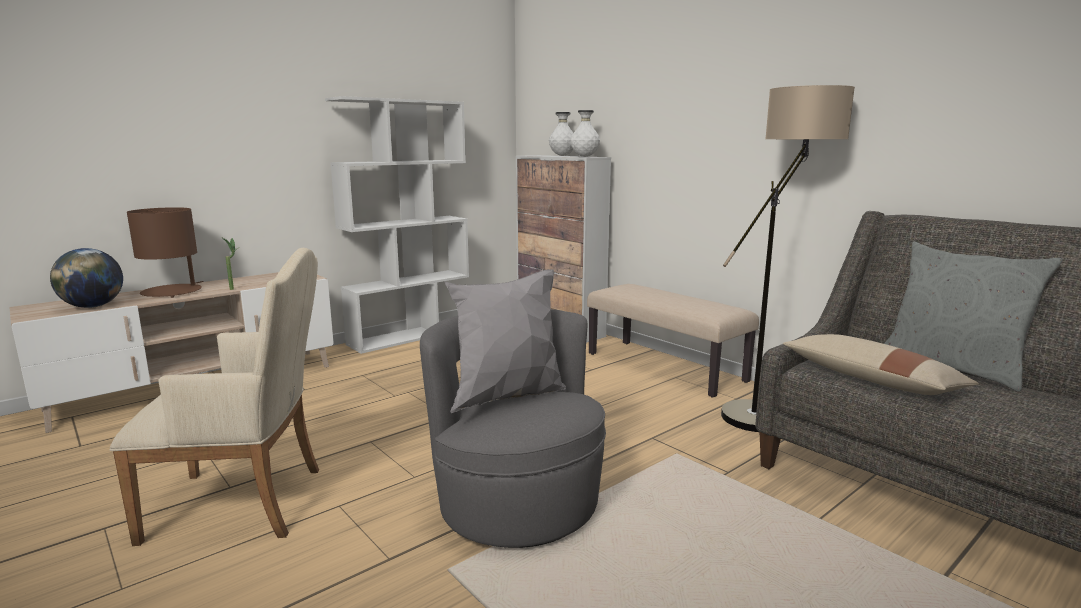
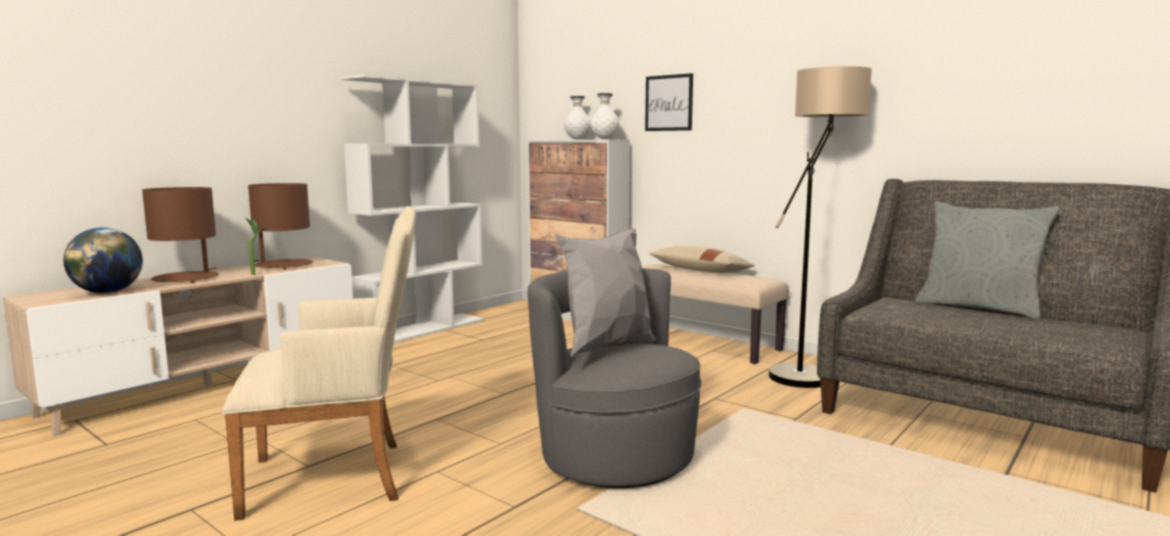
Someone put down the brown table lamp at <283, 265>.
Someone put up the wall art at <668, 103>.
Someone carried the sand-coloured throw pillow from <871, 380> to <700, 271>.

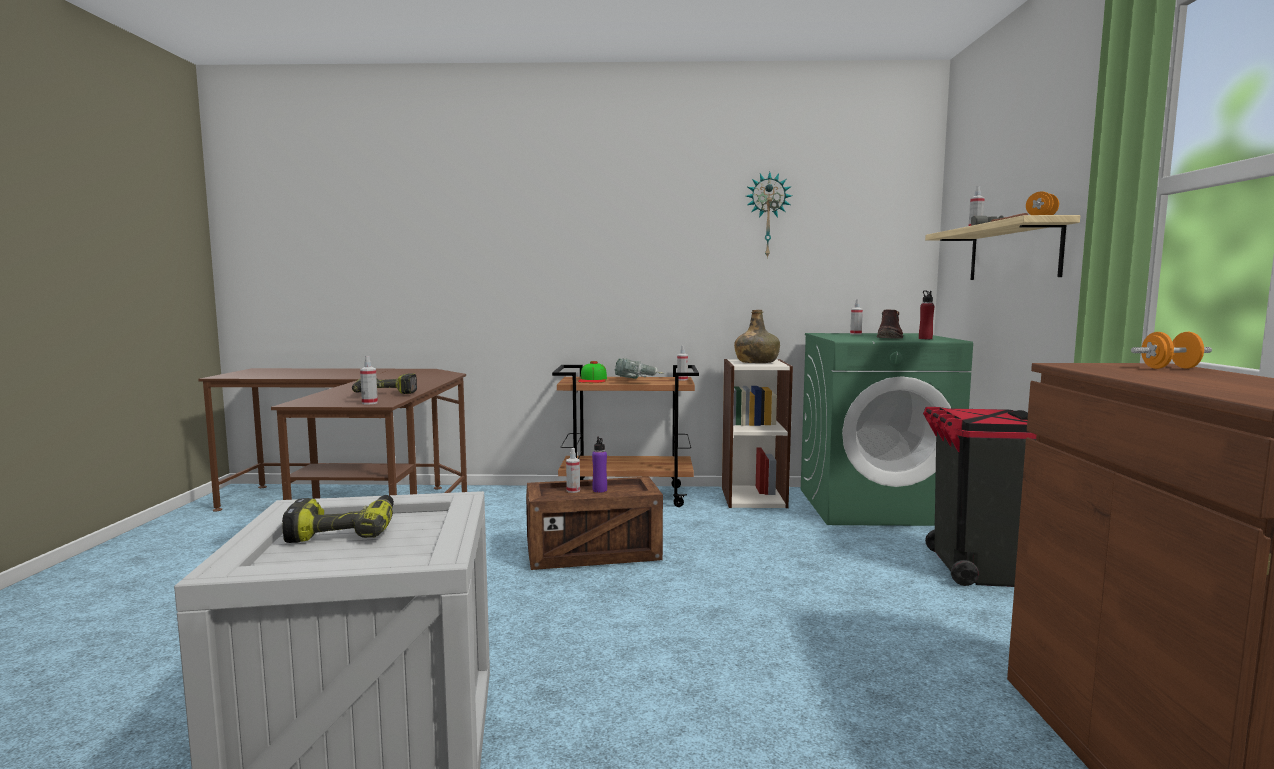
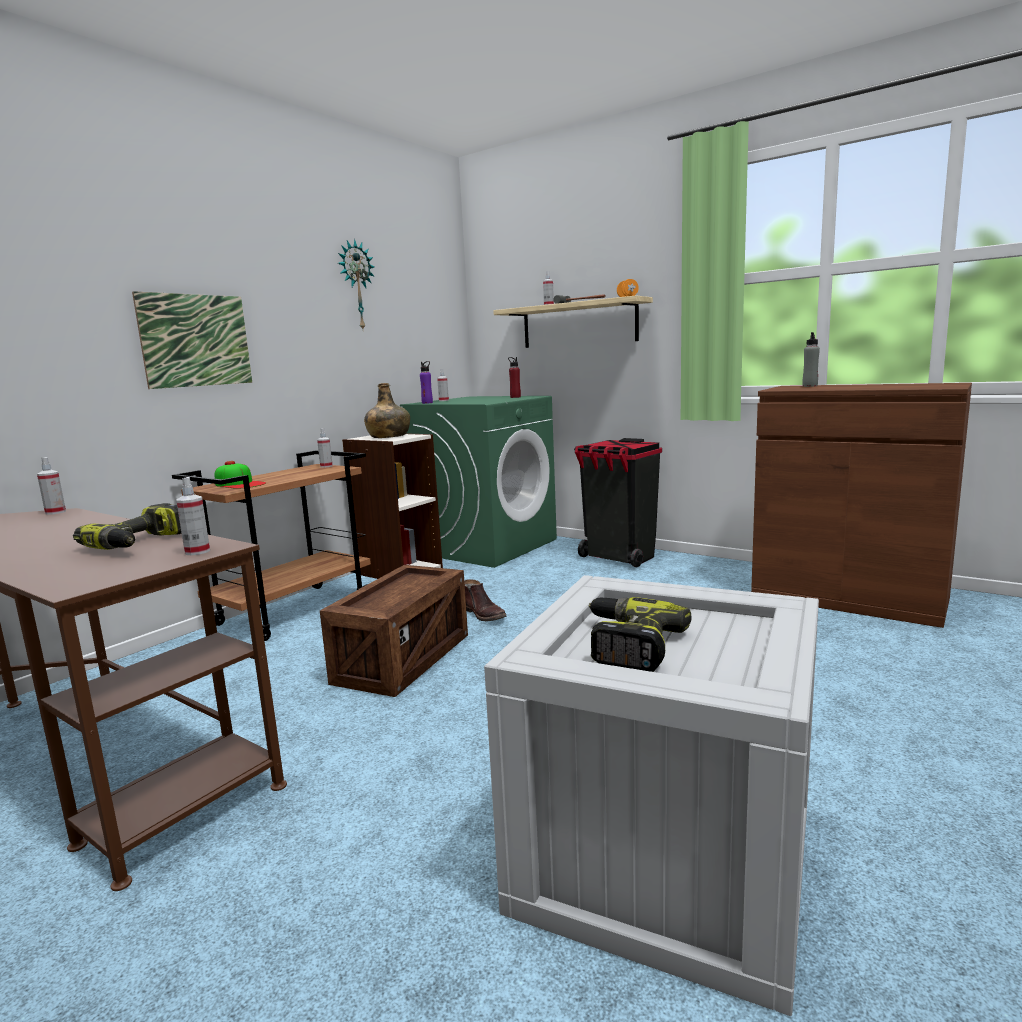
Someone took away the drill at <637, 381>.
Someone put up the wall art at <196, 340>.
Someone carried the spray bottle from <573, 490> to <55, 512>.
Someone carried the purplish drink bottle from <599, 490> to <427, 403>.
Someone carried the brown tall boot from <890, 337> to <484, 614>.
Someone swapped the orange-coloured hand weight at <1170, 368> for the grey drink bottle at <810, 386>.

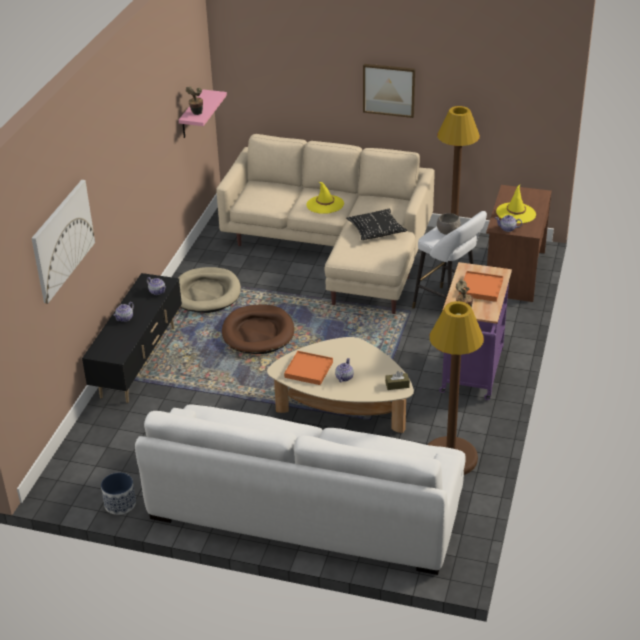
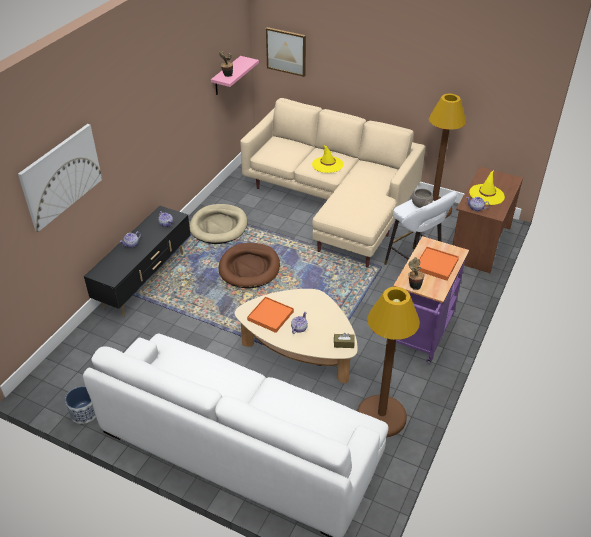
Someone took away the black-coloured throw pillow at <376, 230>.
Someone carried the wall art from <389, 90> to <286, 51>.

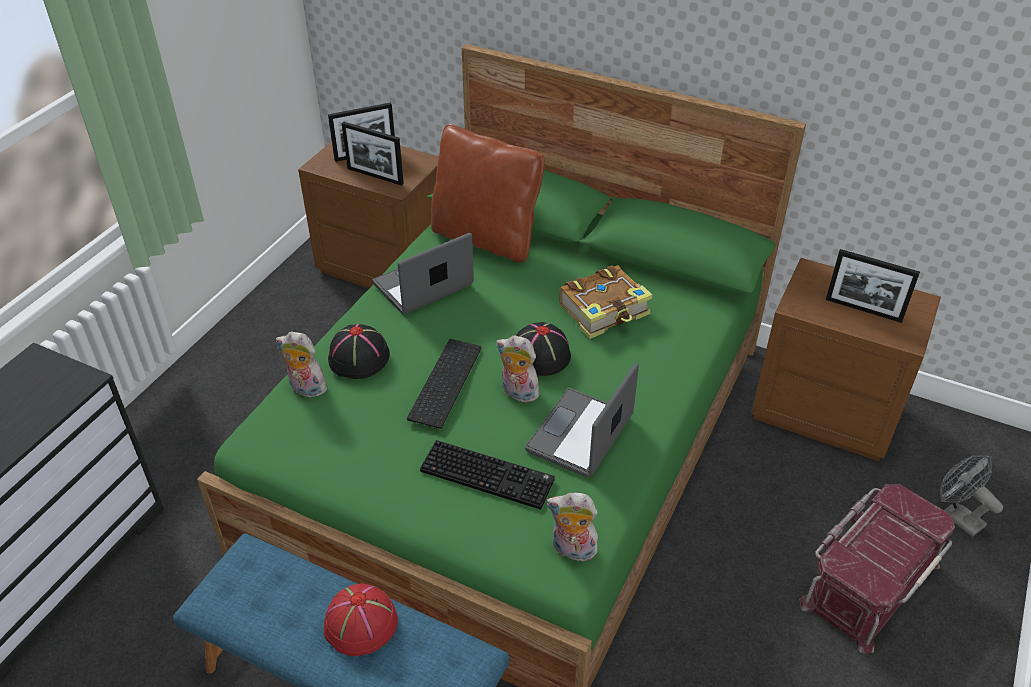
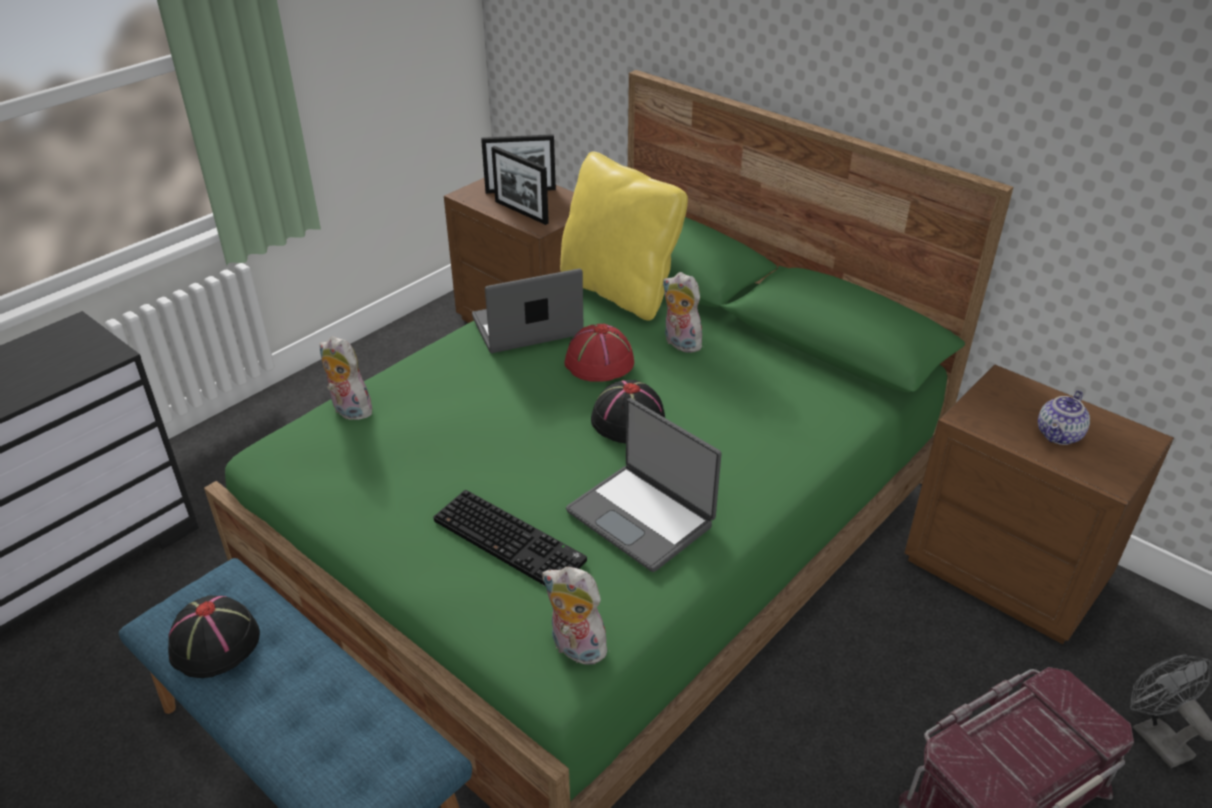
Someone took away the keyboard at <443, 381>.
Someone took away the volume at <605, 311>.
Someone carried the red clothing hat from <360, 624> to <599, 362>.
Someone carried the black-coloured clothing hat from <358, 358> to <214, 644>.
Someone carried the cuddly toy from <517, 393> to <679, 343>.
Someone swapped the picture frame at <863, 309> for the teapot at <1059, 435>.
Someone repainted the brown throw pillow at <486, 238>, which became the yellowish throw pillow at <619, 291>.
Someone rotated the laptop at <581, 435> by 90 degrees counterclockwise.

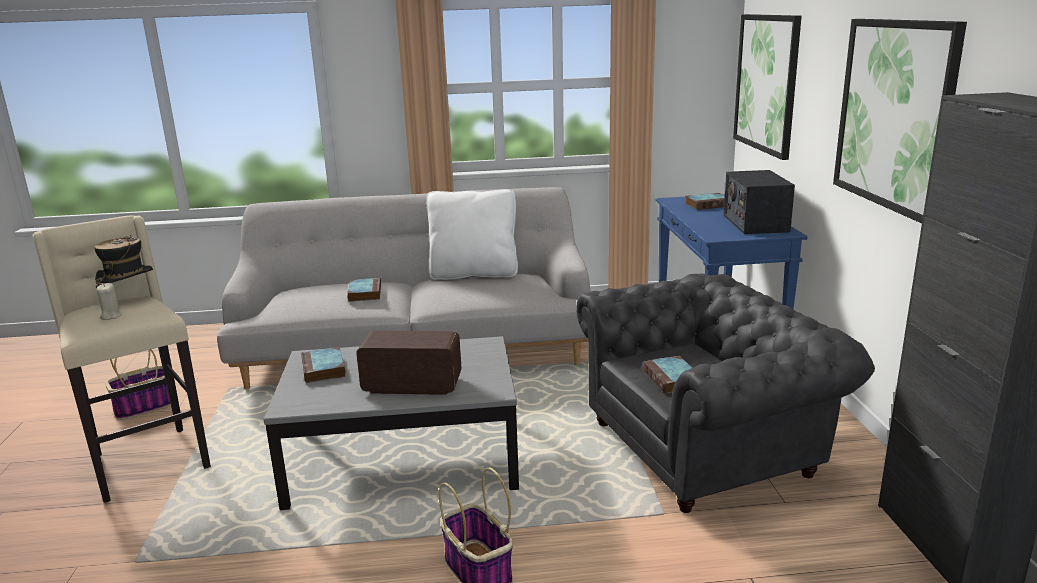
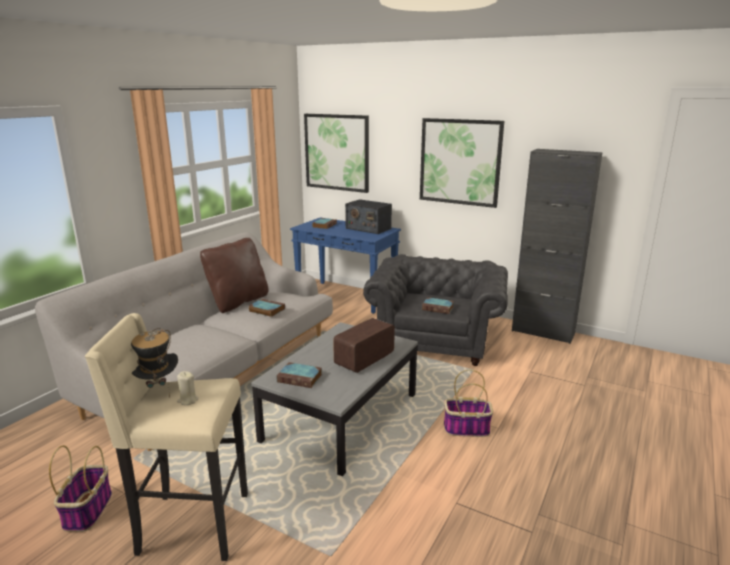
Someone carried the volume from <364, 293> to <266, 310>.
Someone repainted the whitish throw pillow at <474, 274>, which became the brown throw pillow at <238, 302>.

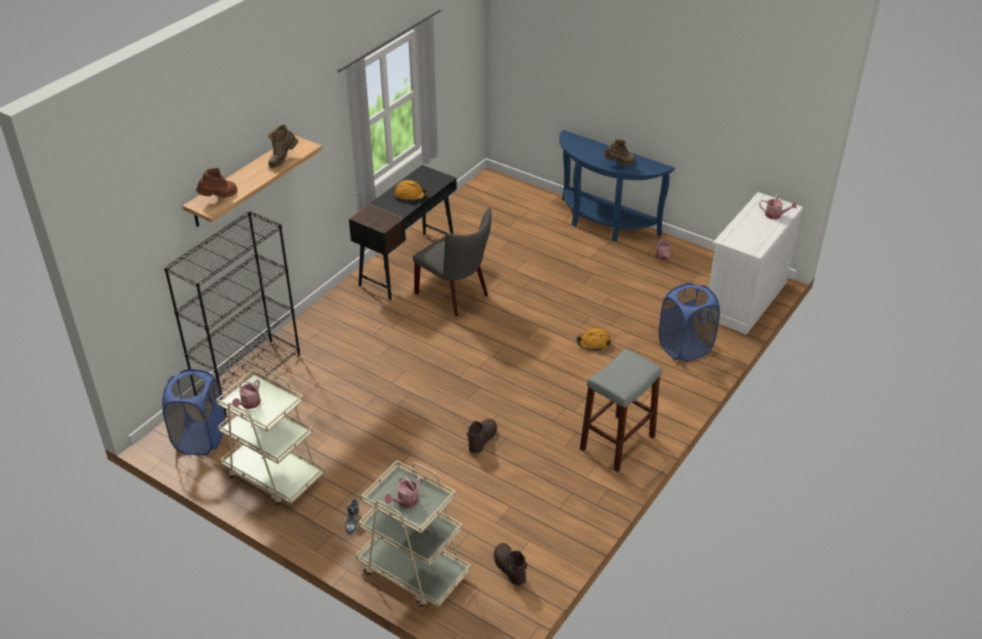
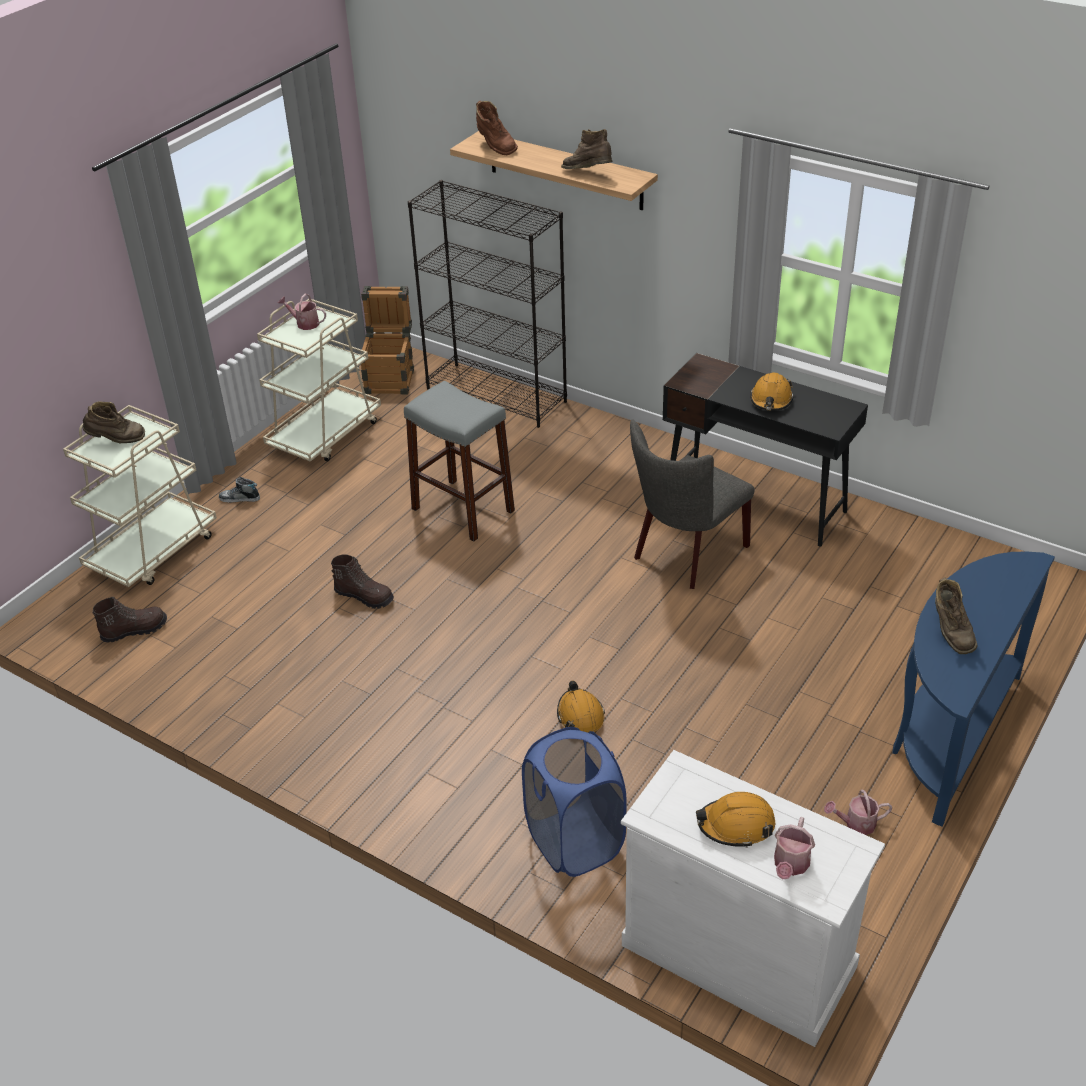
Someone put down the orange-coloured hard hat at <736, 825>.
Someone carried the grey stool seat from <617, 443> to <462, 510>.
Someone swapped the blue laundry basket at <200, 438> for the packing crate at <391, 377>.
Someone swapped the watering can at <405, 501> for the brown tall boot at <117, 441>.

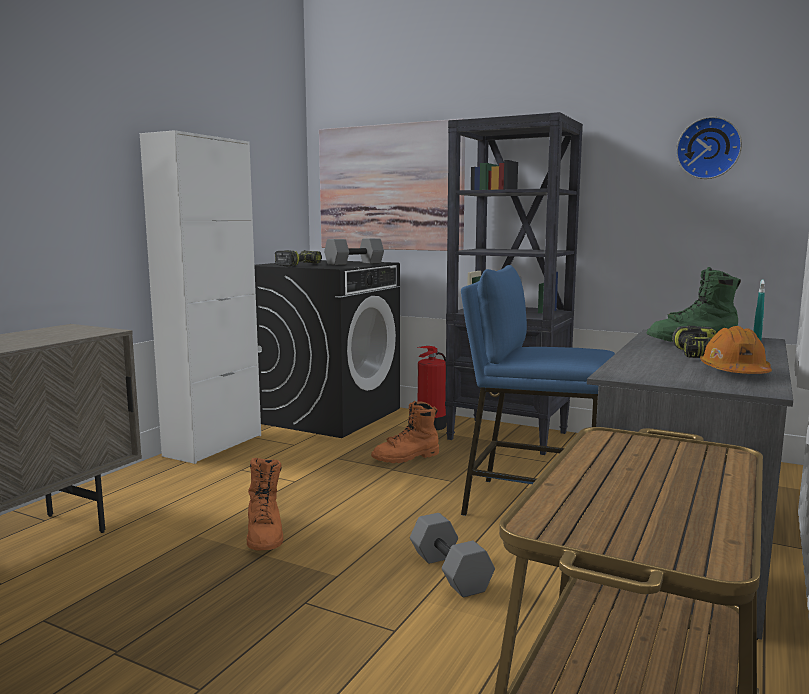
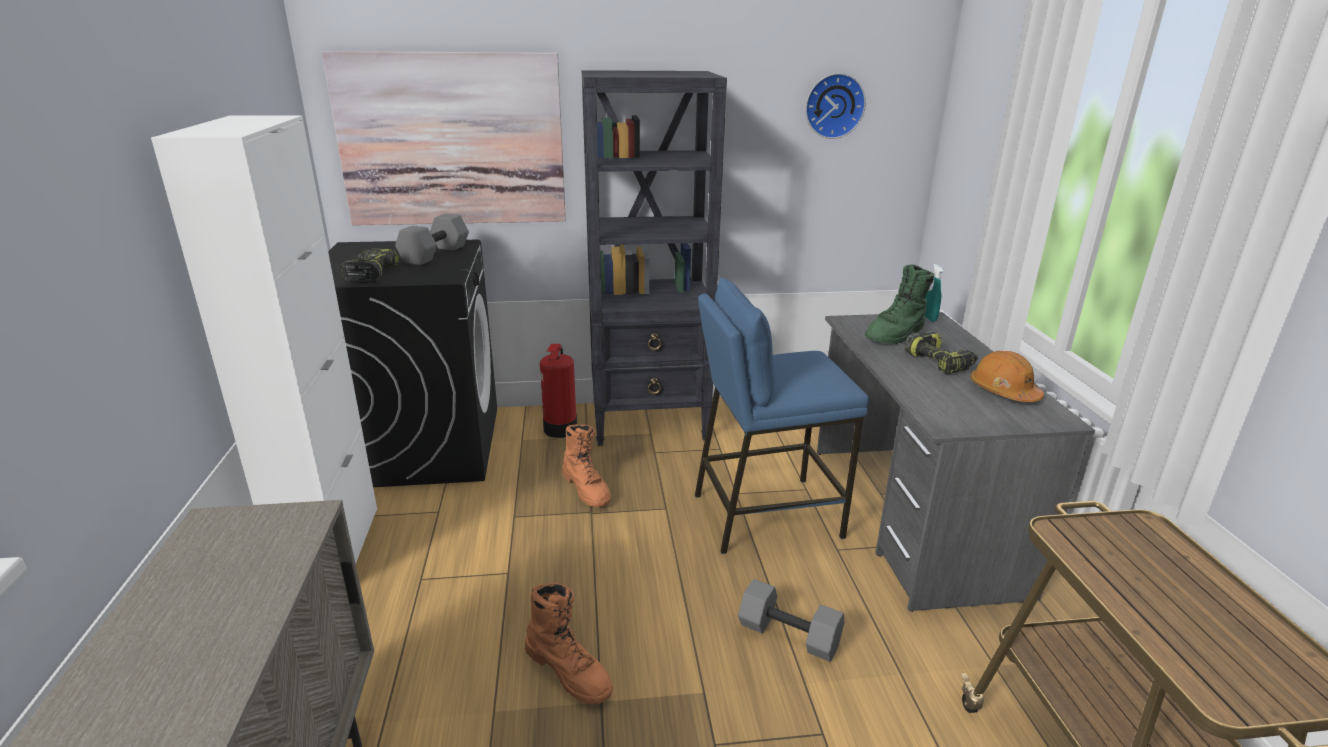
Someone rotated the orange-coloured tall boot at <406, 457> by 60 degrees counterclockwise.

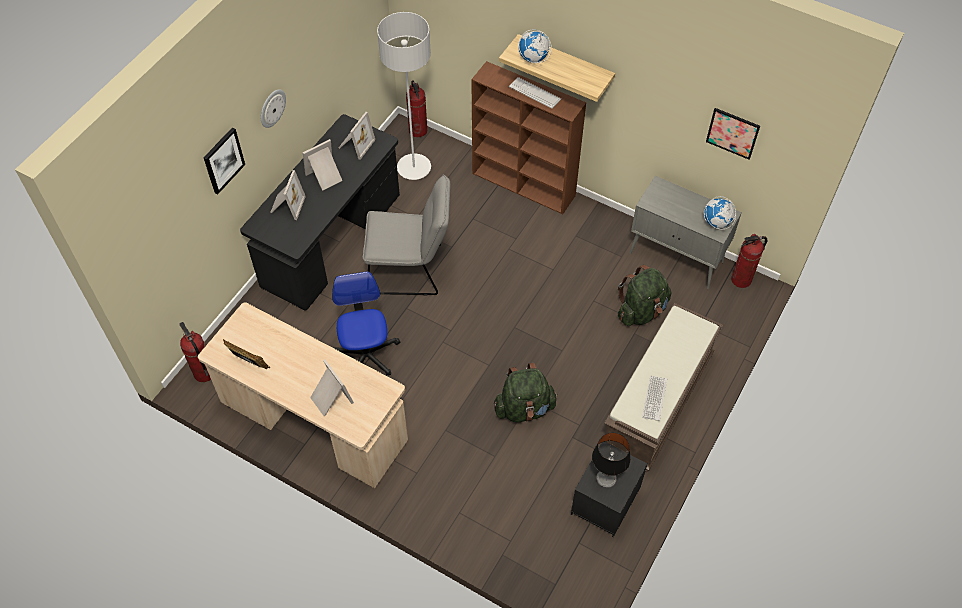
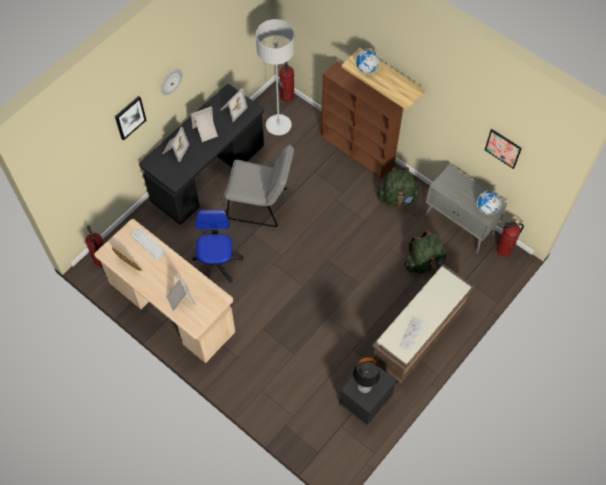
Someone carried the greenish knapsack from <524, 408> to <397, 198>.
Someone carried the keyboard from <534, 93> to <148, 244>.

